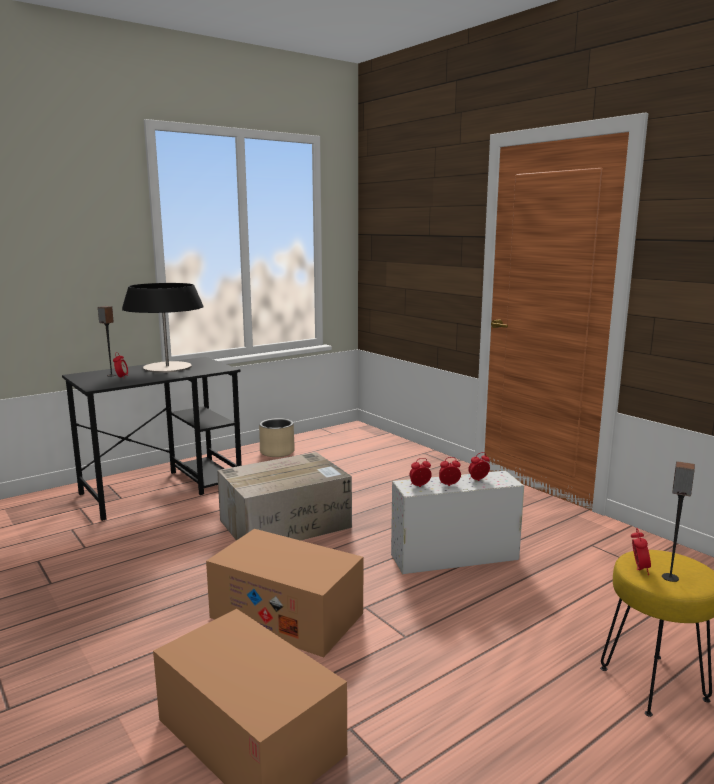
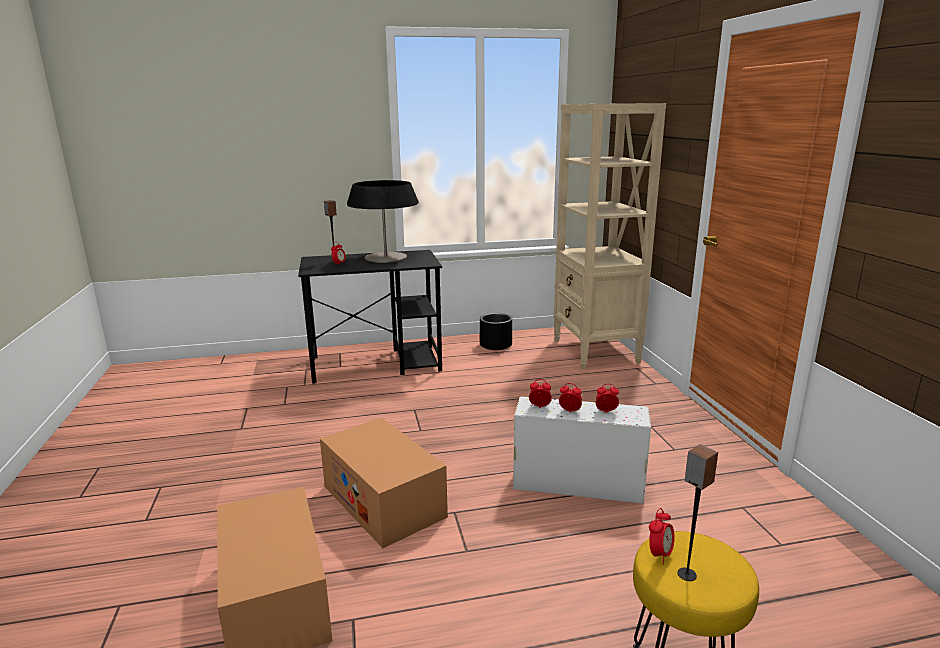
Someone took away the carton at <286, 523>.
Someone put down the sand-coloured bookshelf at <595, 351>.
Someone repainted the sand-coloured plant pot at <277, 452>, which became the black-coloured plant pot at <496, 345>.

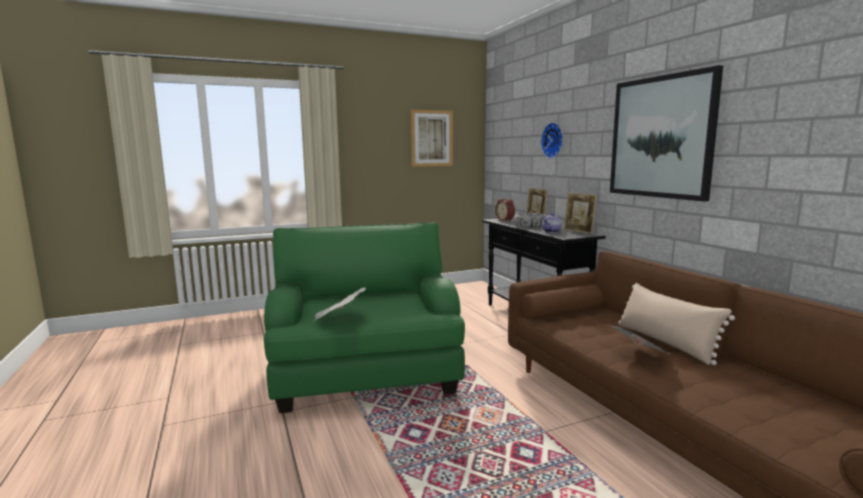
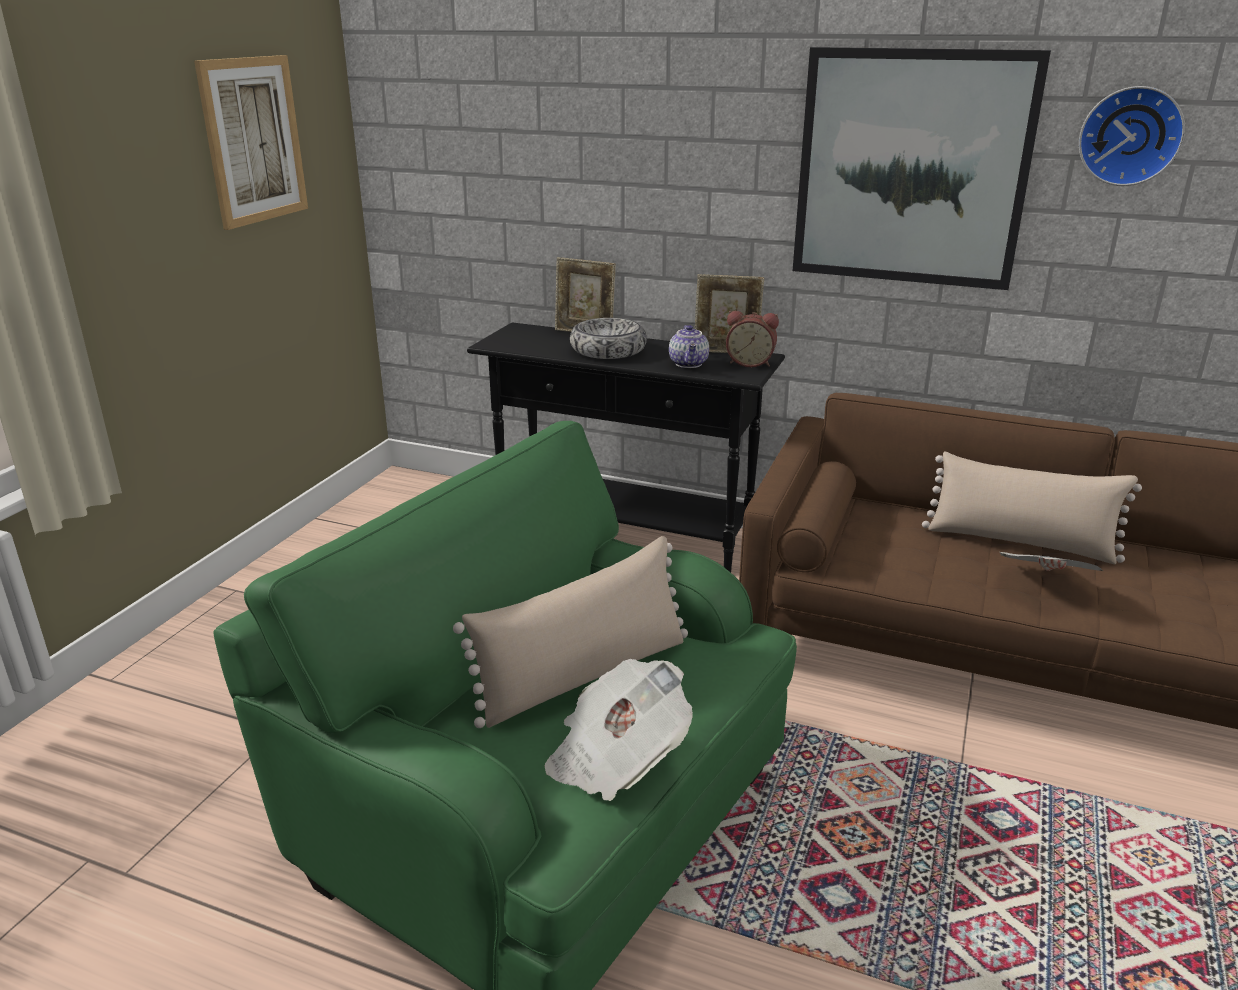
Someone put down the sand-coloured throw pillow at <583, 675>.
Someone carried the table clock from <505, 220> to <750, 363>.
Someone carried the wall clock from <554, 140> to <1130, 136>.

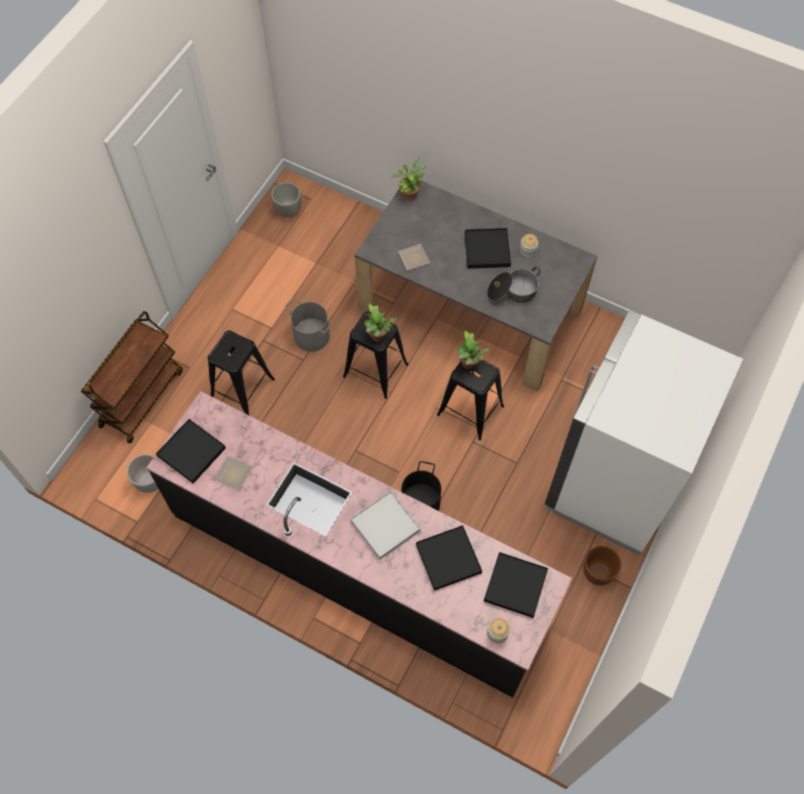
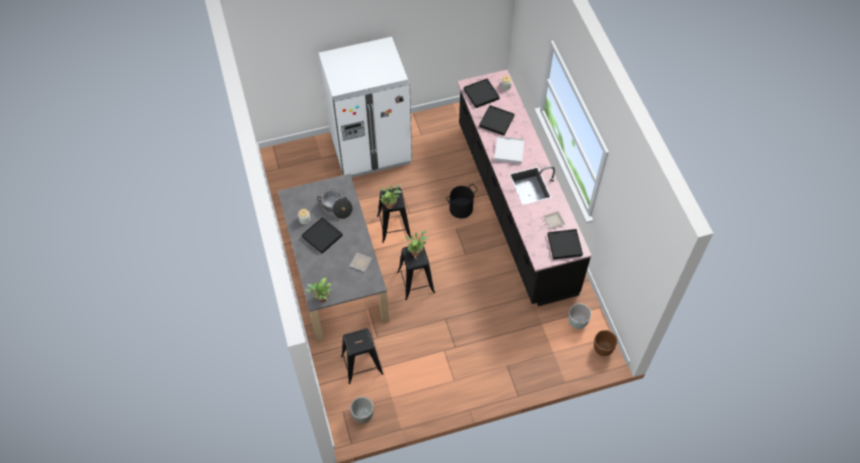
Someone took away the brown trolley at <141, 397>.
Someone took away the grey water bucket at <312, 335>.
Someone carried the black-coloured stool seat from <242, 389> to <362, 365>.
Someone carried the brown plant pot from <597, 572> to <603, 349>.

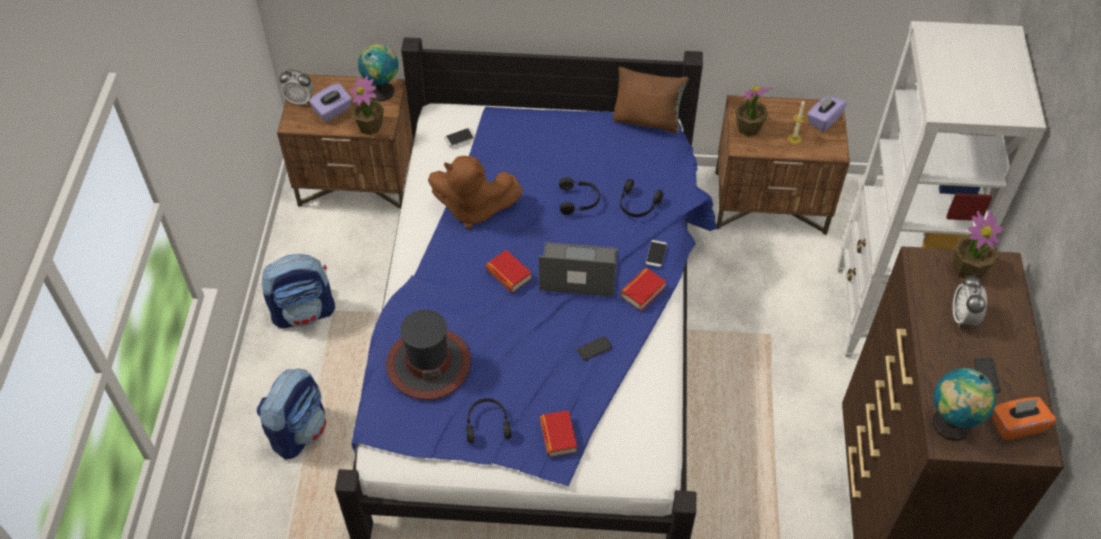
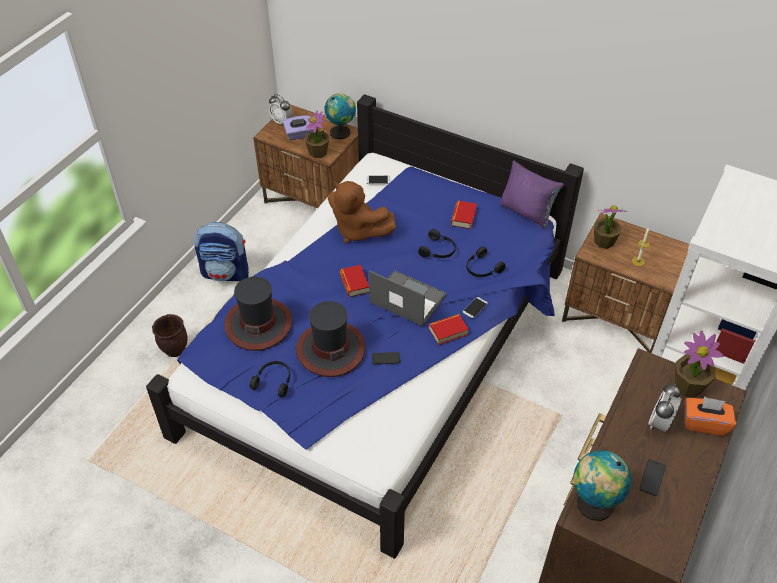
Someone took away the purplish box of tissues at <823, 120>.
Someone put down the clothing hat at <330, 349>.
Someone carried the volume from <558, 436> to <463, 217>.
Someone carried the orange-coloured box of tissues from <1016, 425> to <704, 423>.
Someone swapped the knapsack at <299, 430> for the brown plant pot at <175, 350>.
Someone repainted the brown throw pillow at <647, 120>, which became the purplish throw pillow at <527, 212>.

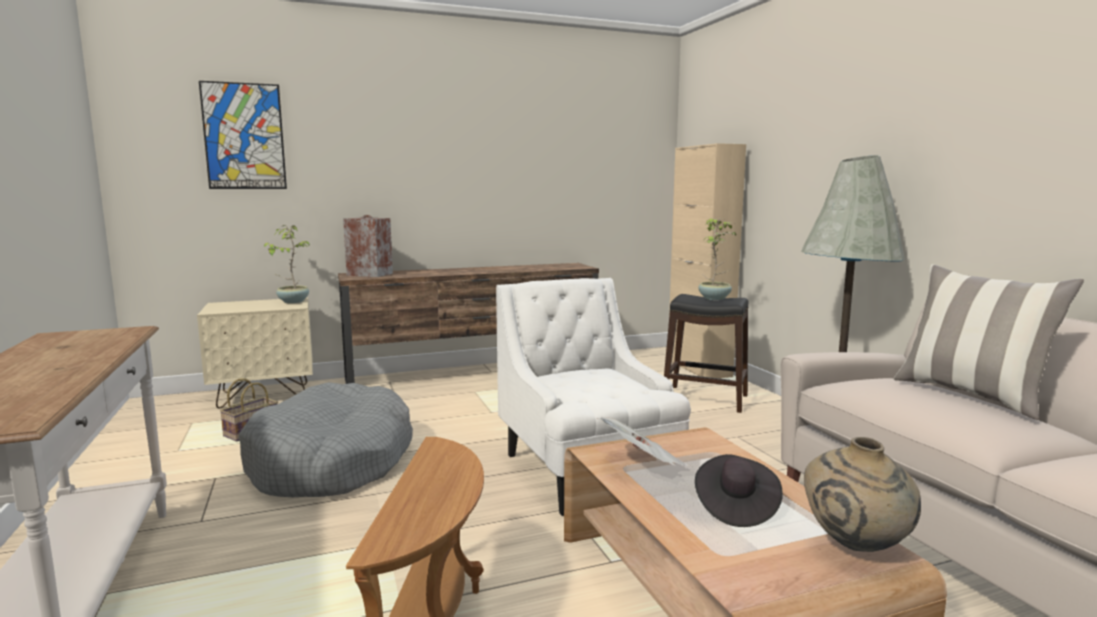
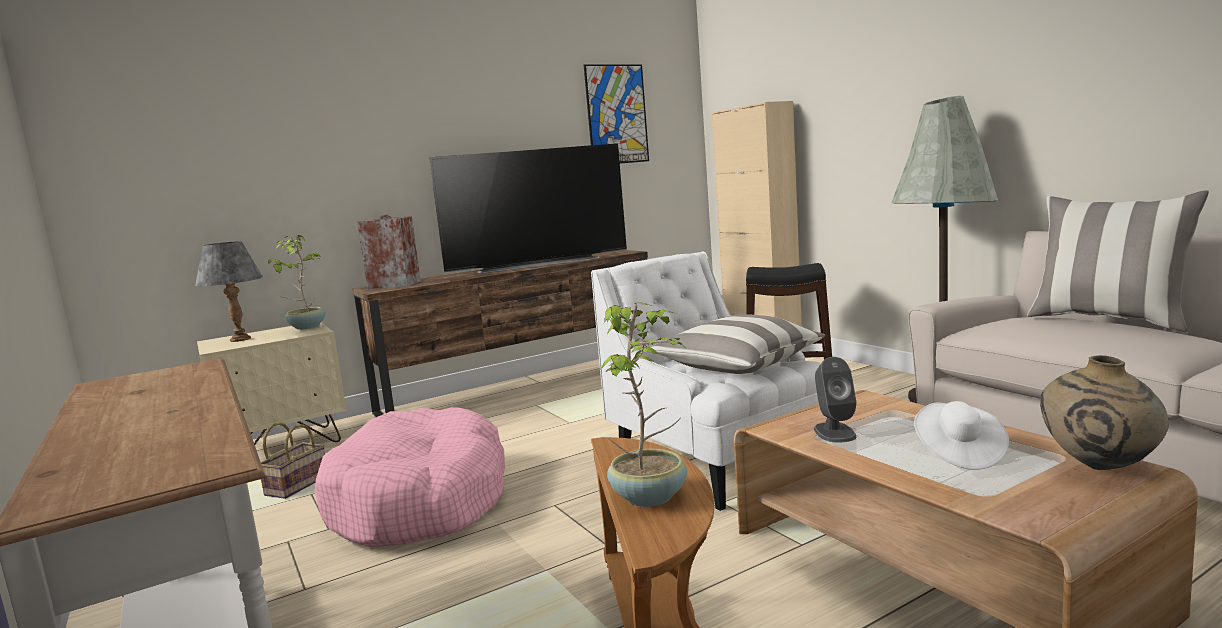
Someone put down the grey table lamp at <240, 339>.
Someone put down the television at <537, 264>.
Someone put down the throw pillow at <737, 365>.
Someone carried the wall art from <244, 136> to <617, 114>.
Someone carried the houseplant from <715, 298> to <651, 496>.
Someone swapped the newspaper at <643, 465> for the grey loudspeaker at <834, 432>.
Someone repainted the grey dog cushion at <331, 462>, which became the pinkish dog cushion at <421, 501>.
Someone repainted the black-coloured clothing hat at <735, 507>, which became the whitish clothing hat at <958, 454>.

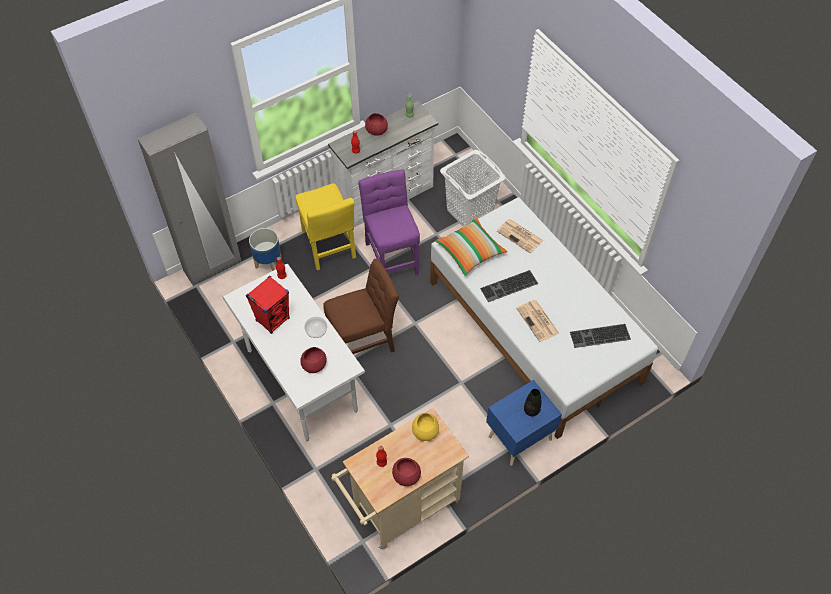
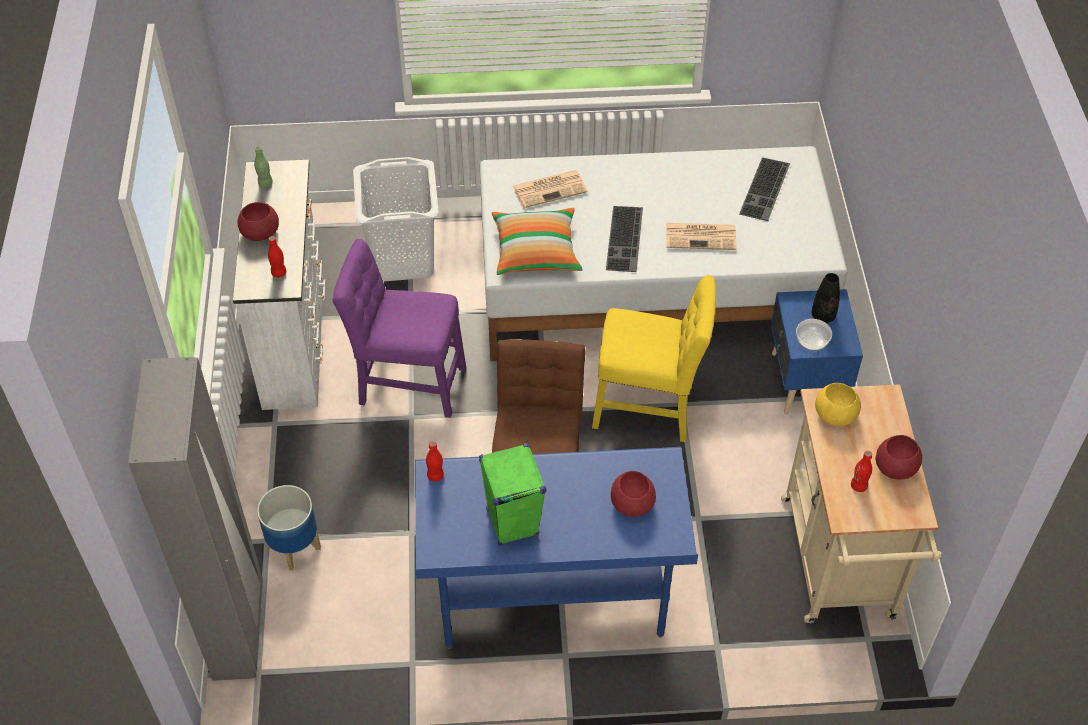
Someone carried the yellowish upright chair from <329, 247> to <649, 408>.
Someone carried the serving bowl from <316, 331> to <812, 341>.
Someone repainted the whitish desk at <301, 381>, which became the blue desk at <551, 599>.
Someone repainted the red loudspeaker at <273, 319>, which became the greenish loudspeaker at <512, 522>.

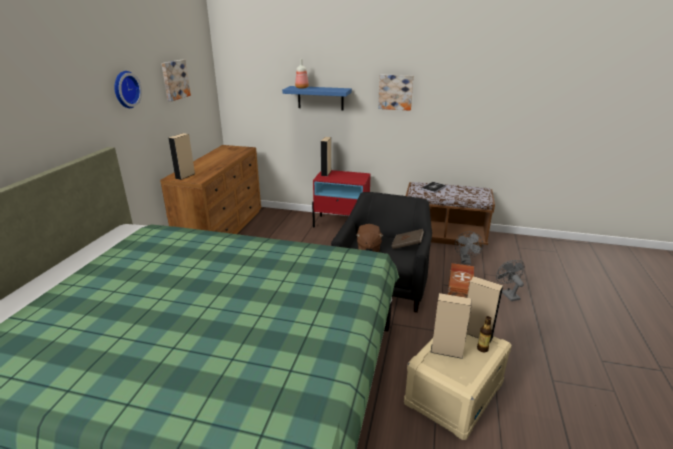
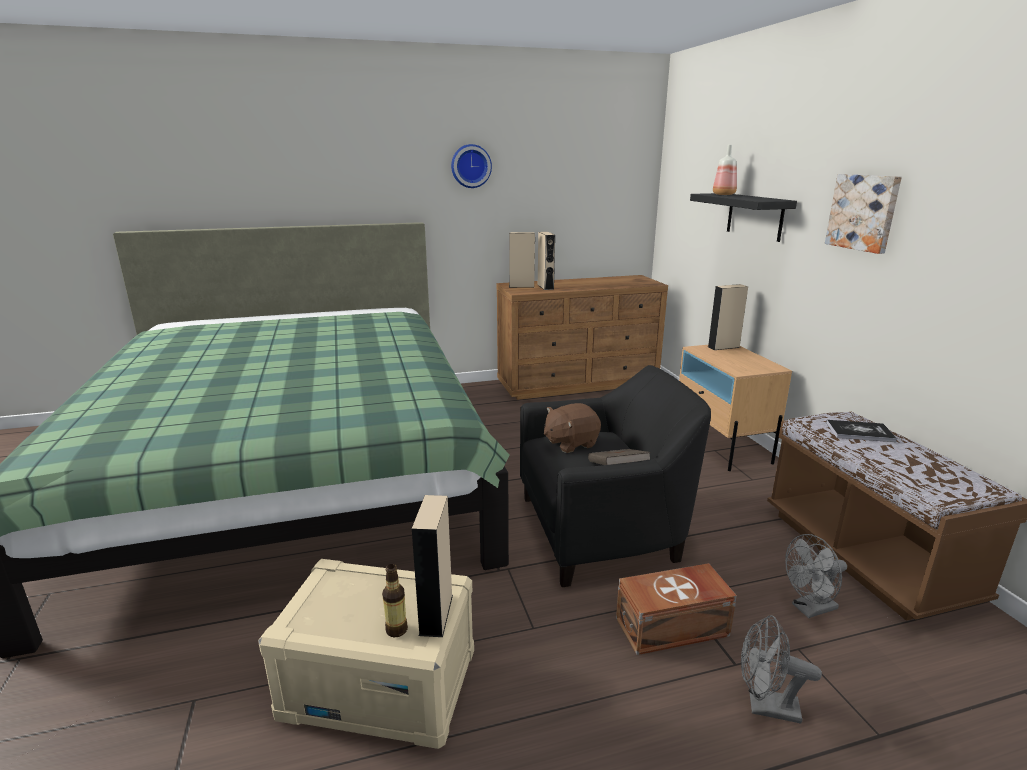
Someone took away the wall art at <174, 80>.
Someone carried the sand-coloured loudspeaker from <446, 351> to <545, 287>.
Someone repainted the blue bracket shelf at <320, 98>, which became the black-coloured bracket shelf at <755, 216>.
Someone repainted the red nightstand at <342, 224>, which became the sand-coloured nightstand at <722, 445>.
Someone rotated the grey cooling fan at <507, 294> by 120 degrees counterclockwise.

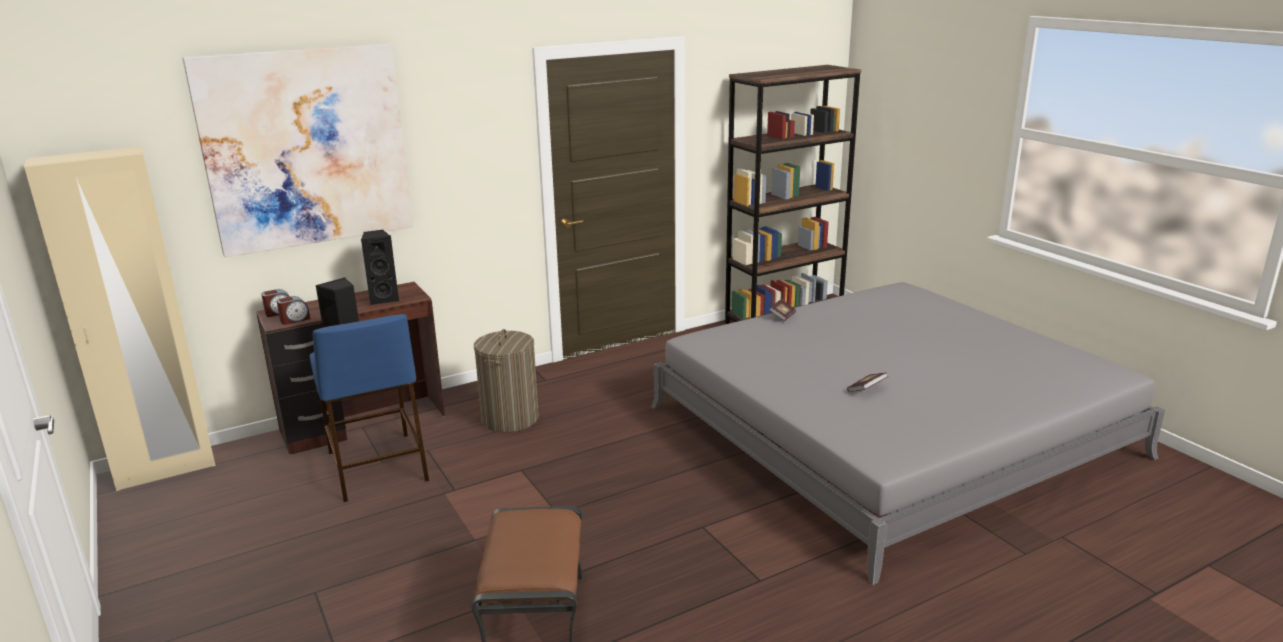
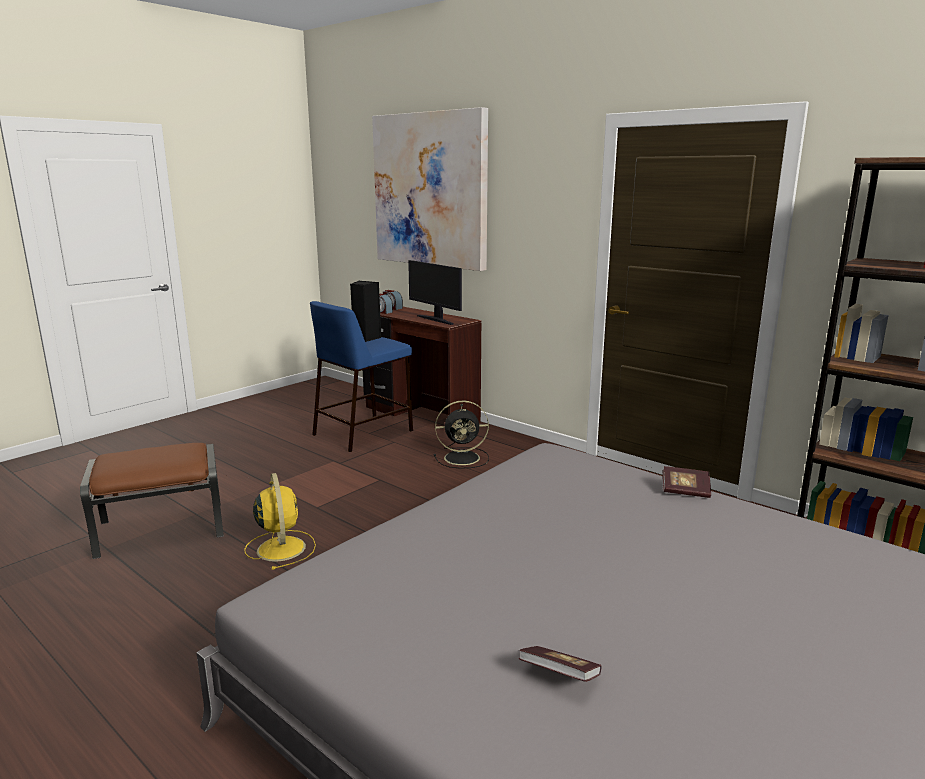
Someone took away the sand-coloured armoire at <166, 470>.
Someone put down the yellowish cooling fan at <281, 547>.
Someone carried the volume from <866, 389> to <559, 676>.
Someone swapped the black-coloured loudspeaker at <384, 299> for the computer screen at <436, 319>.
Someone swapped the laundry basket at <510, 418> for the black-coloured cooling fan at <463, 458>.

